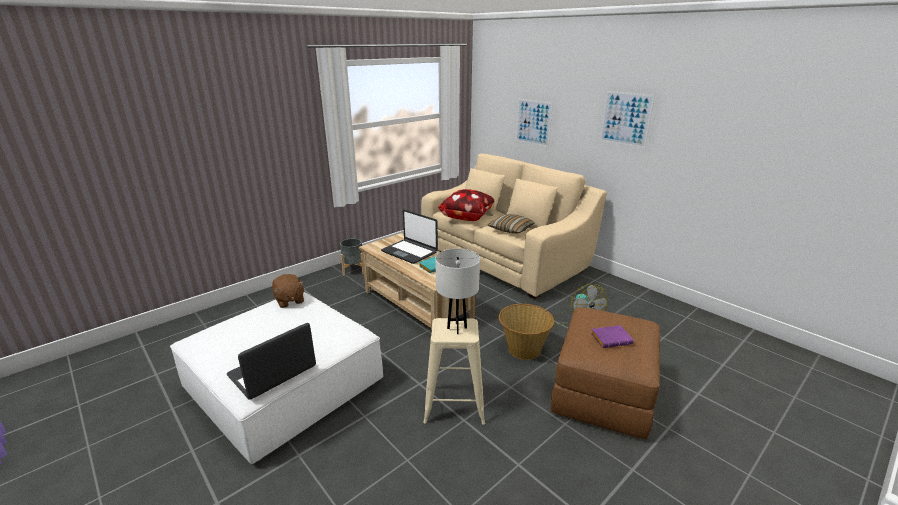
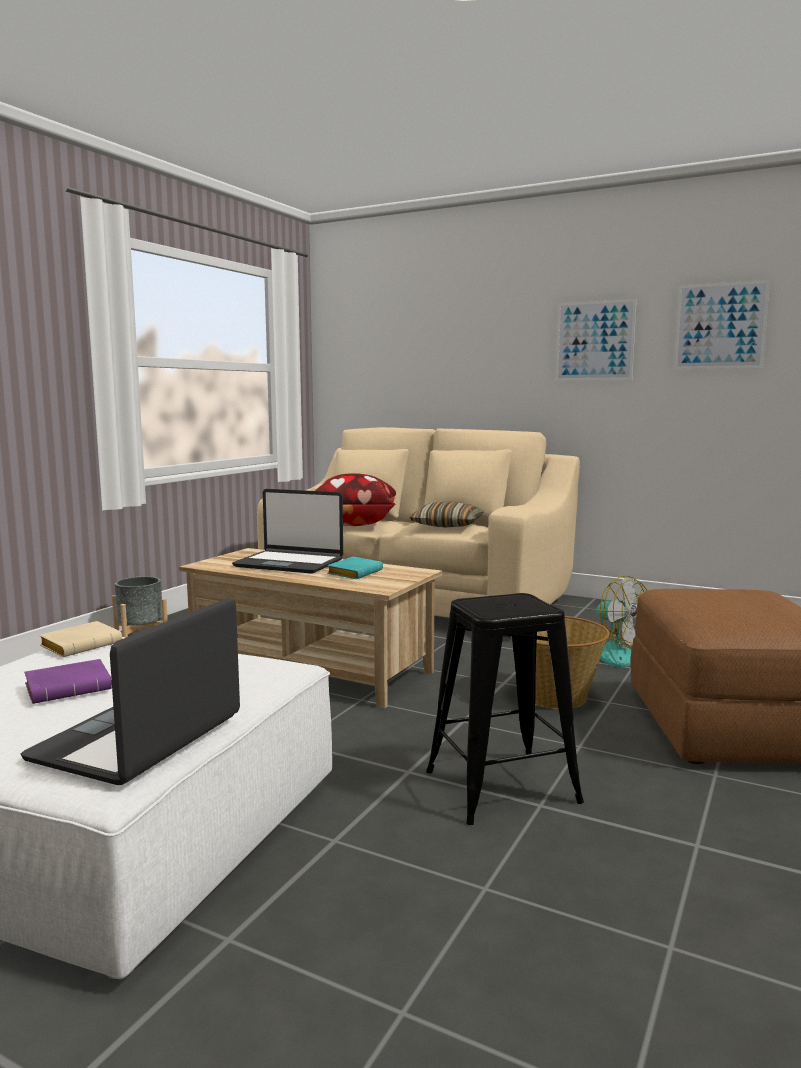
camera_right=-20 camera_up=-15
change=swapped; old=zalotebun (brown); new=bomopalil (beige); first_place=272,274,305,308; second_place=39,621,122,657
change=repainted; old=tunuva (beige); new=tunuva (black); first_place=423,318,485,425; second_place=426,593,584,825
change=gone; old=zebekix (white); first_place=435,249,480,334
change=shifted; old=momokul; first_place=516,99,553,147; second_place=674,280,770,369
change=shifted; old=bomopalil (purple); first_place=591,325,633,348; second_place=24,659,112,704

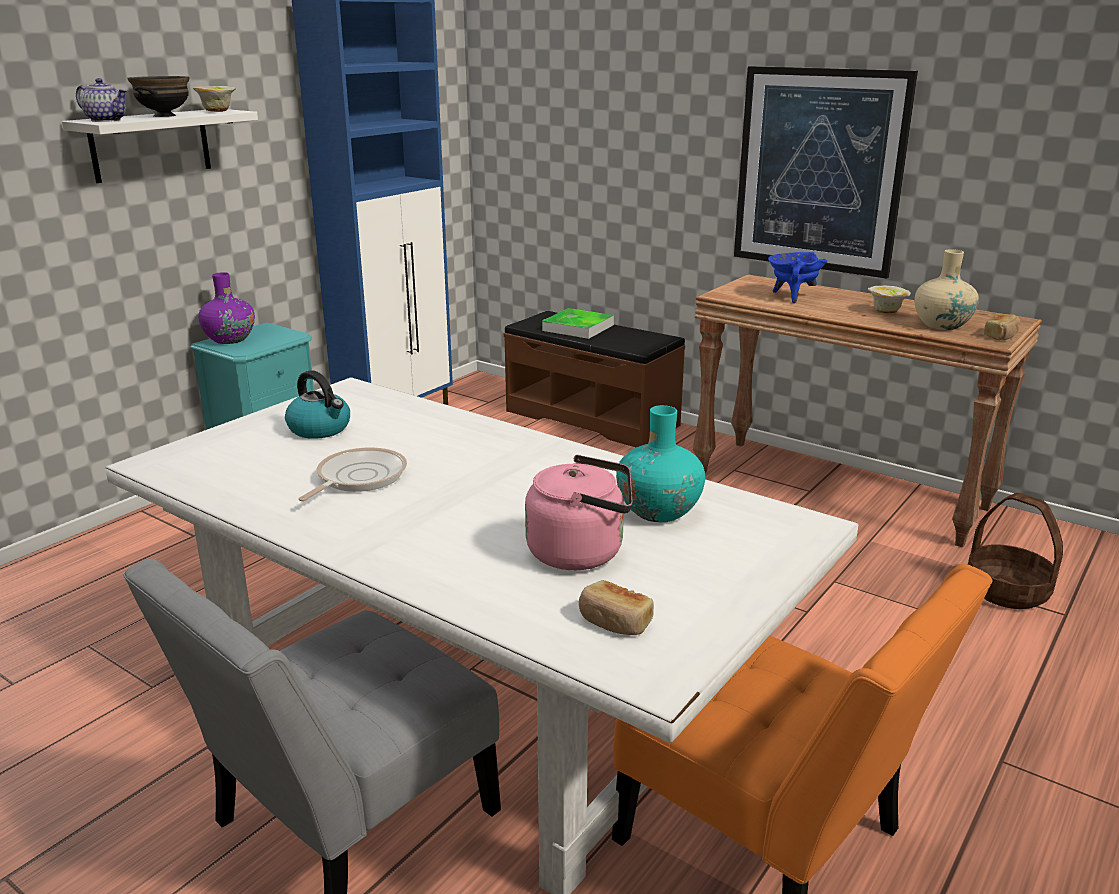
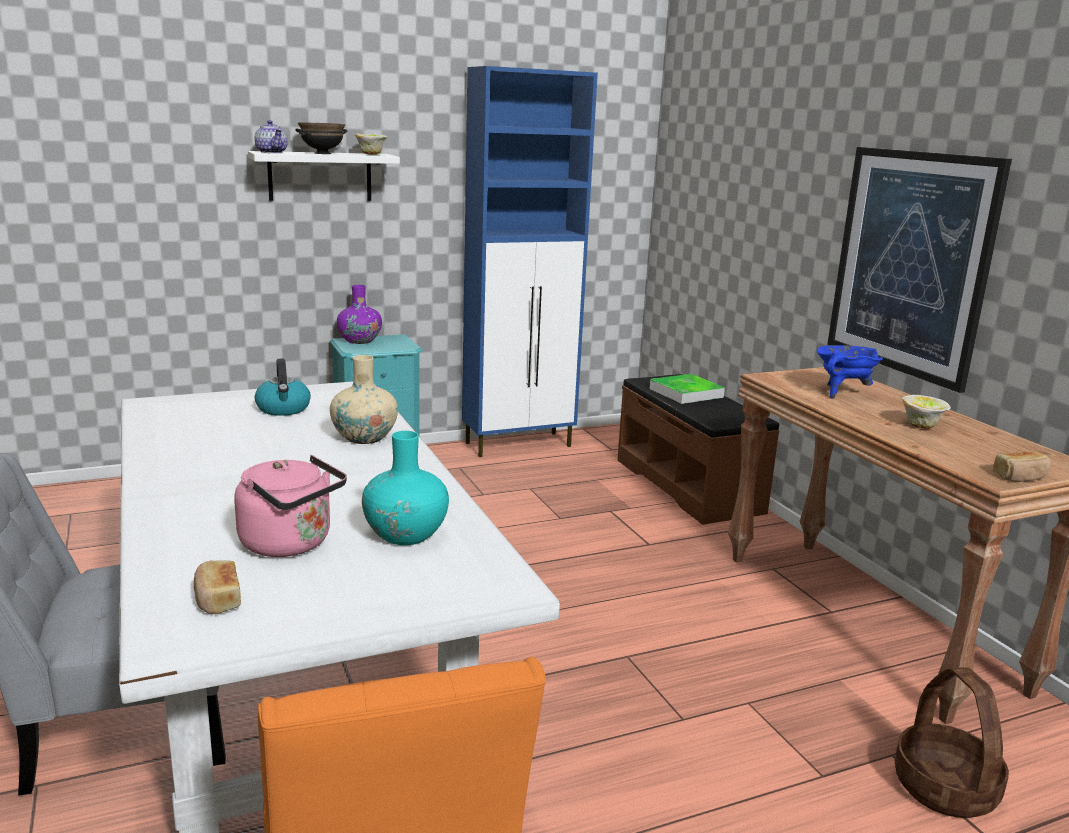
camera_right=30 camera_up=-5
change=gone; old=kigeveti; first_place=298,447,407,501
change=shifted; old=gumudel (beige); first_place=914,249,979,330; second_place=330,355,398,444

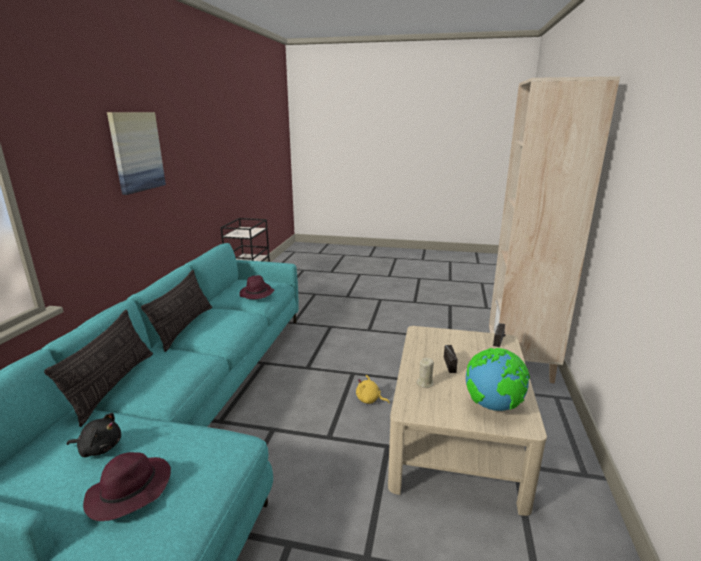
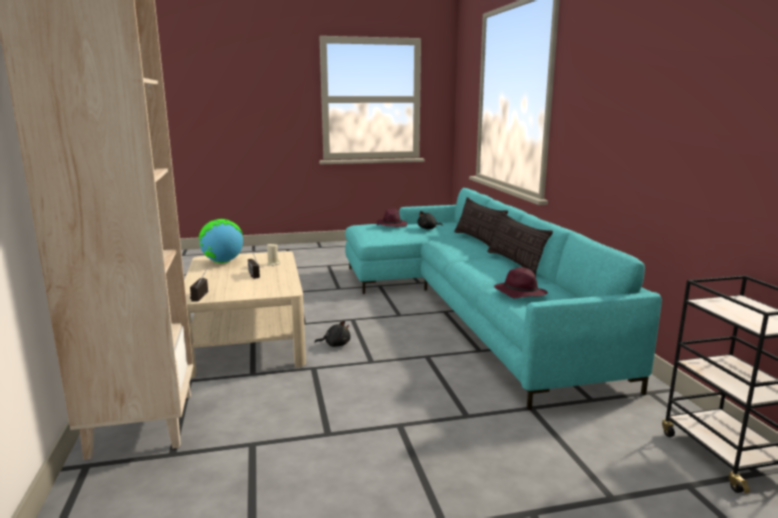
camera_right=155 camera_up=-5
change=gone; old=momokul; first_place=107,112,166,195
change=repainted; old=zalotebun (yellow); new=zalotebun (black); first_place=356,375,390,404; second_place=314,321,351,347

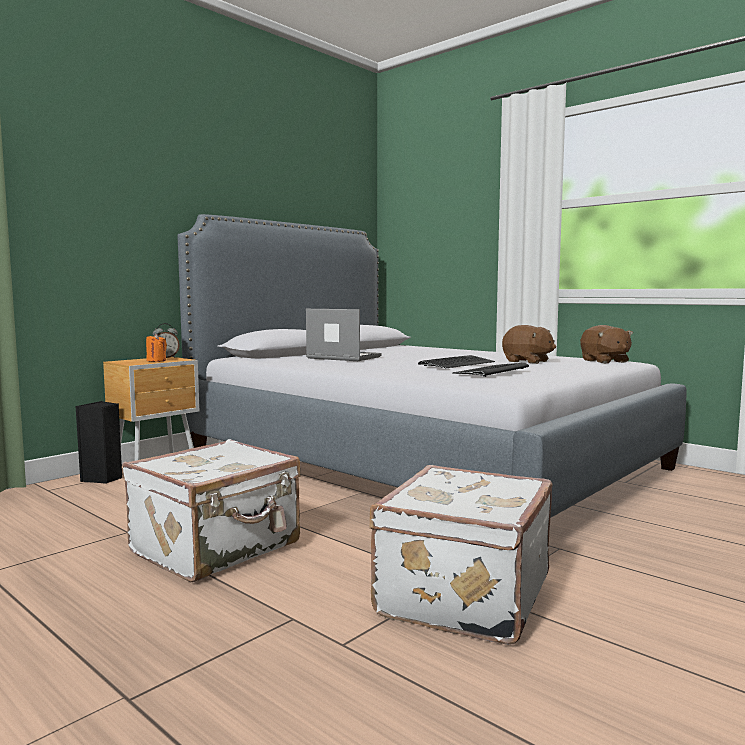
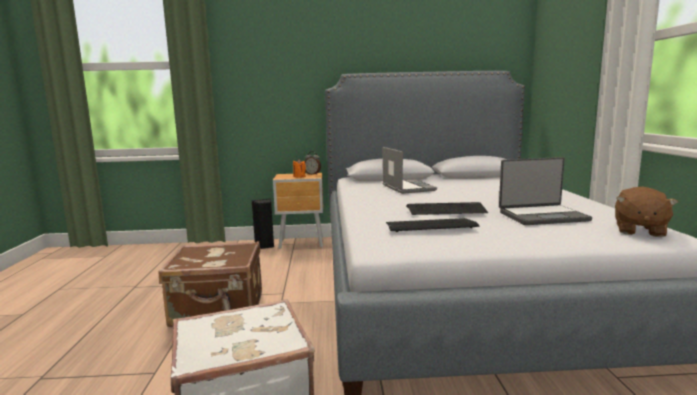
camera_right=45 camera_up=5
change=repainted; old=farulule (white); new=farulule (brown); first_place=122,439,300,582; second_place=159,241,262,327
change=swapped; old=zalotebun (brown); new=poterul; first_place=502,325,556,364; second_place=499,157,592,225

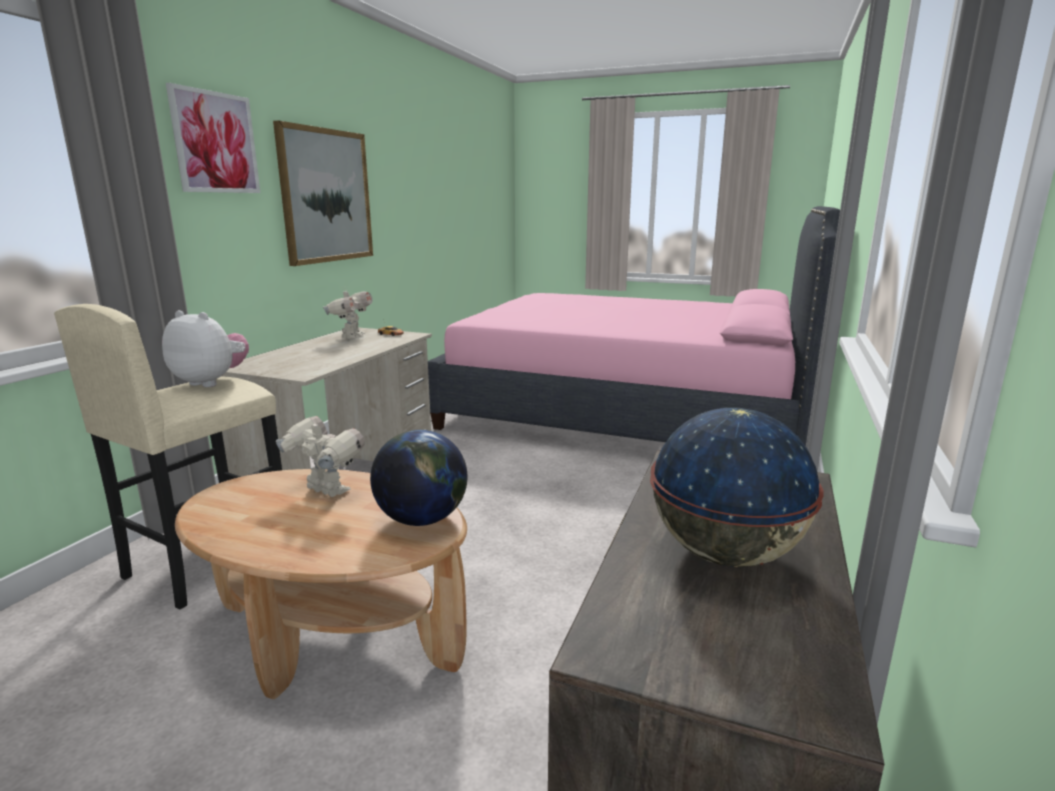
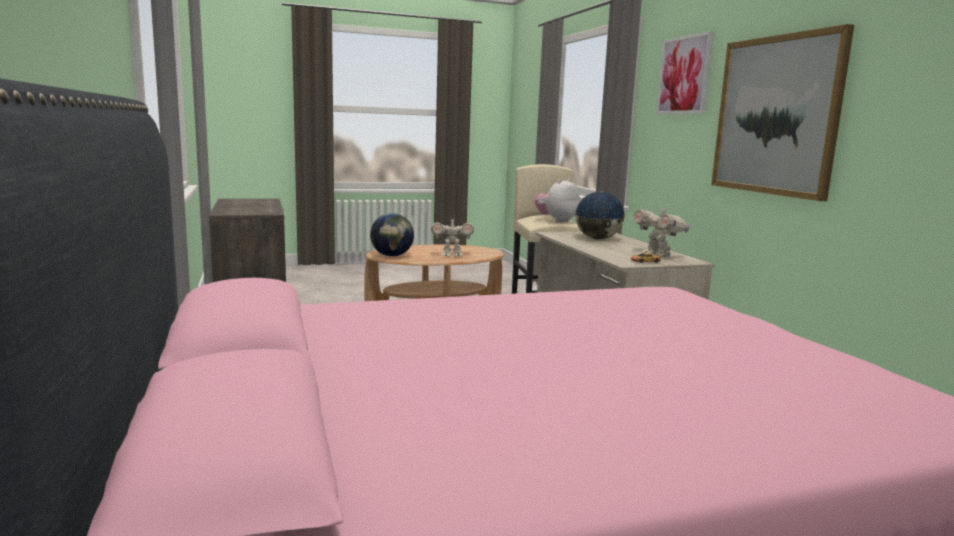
camera_right=140 camera_up=-5
change=rotated; old=zalotebun; first_place=162,310,249,387; second_place=535,179,580,223; degrees=150
change=shifted; old=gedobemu; first_place=650,408,823,567; second_place=575,191,625,240

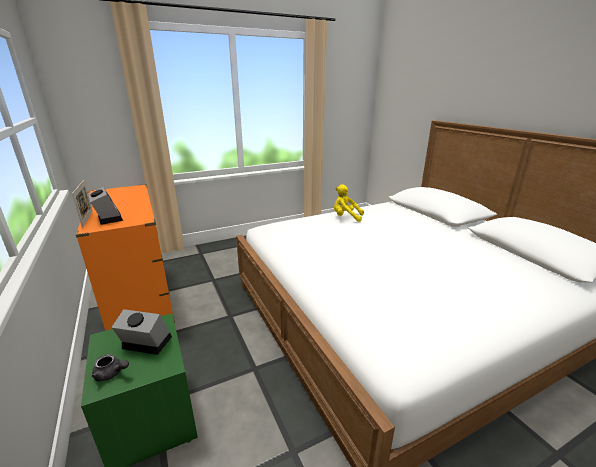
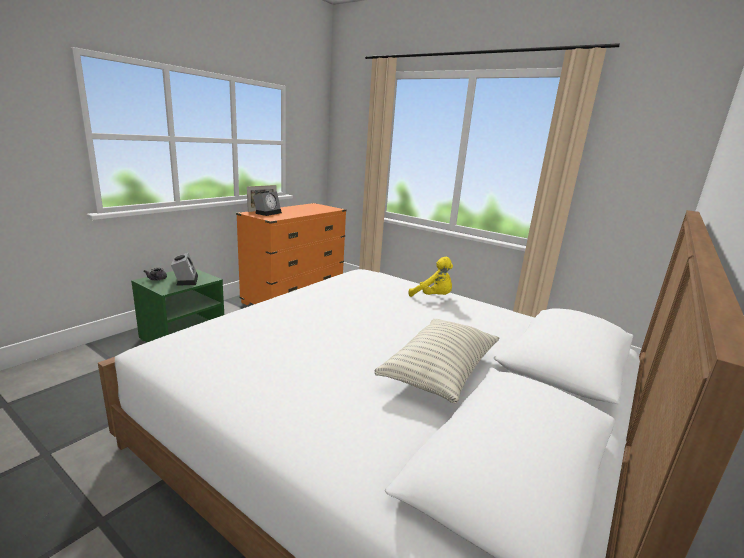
camera_right=60 camera_up=-5
change=rotated; old=zalotebun (yellow); first_place=334,184,364,222; second_place=409,257,453,297; degrees=135
change=new; new=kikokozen; second_place=375,319,499,403

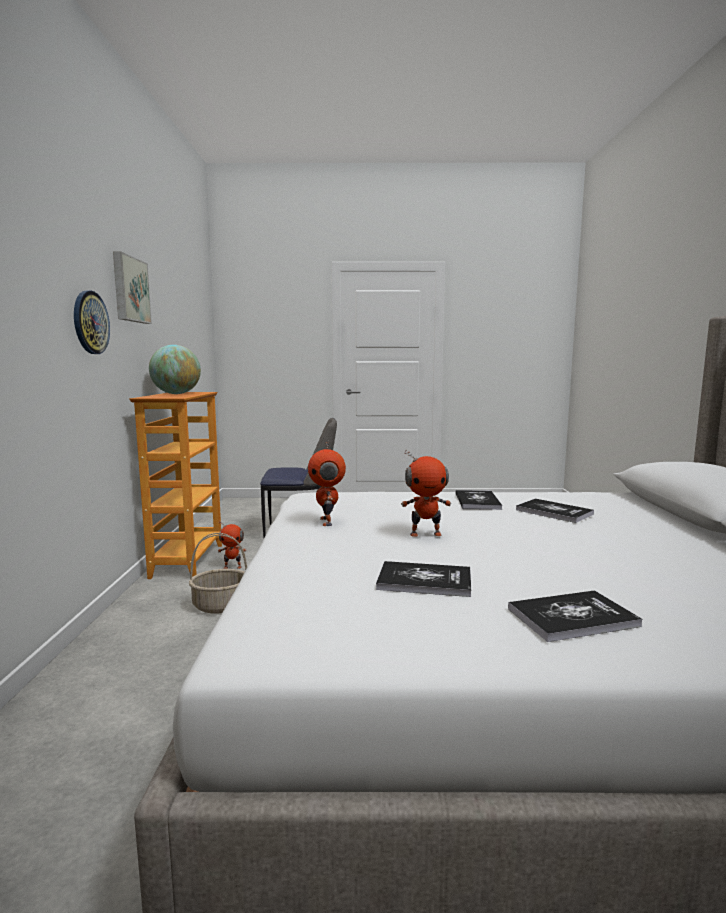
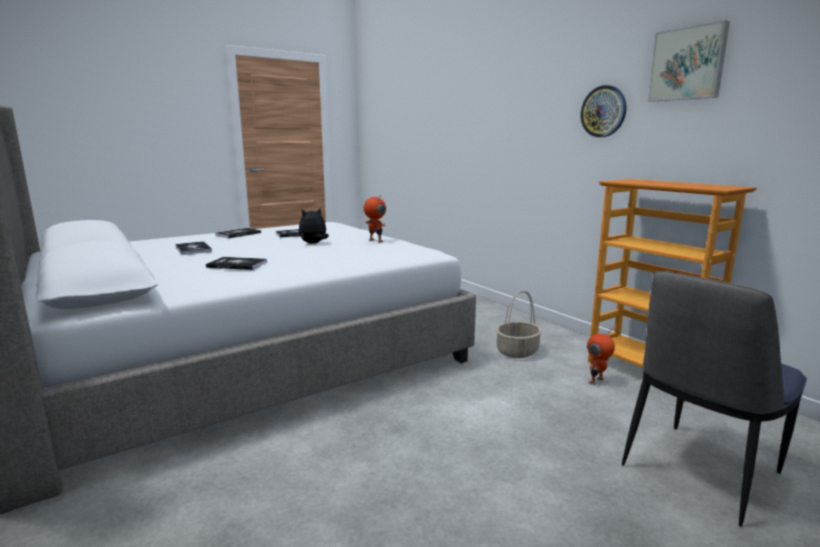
camera_right=145 camera_up=5
change=gone; old=gedobemu; first_place=149,345,201,394
change=swapped; old=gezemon; new=zalotebun; first_place=401,451,451,537; second_place=299,208,329,244
change=shifted; old=bomopalil; first_place=455,490,502,510; second_place=175,241,212,255

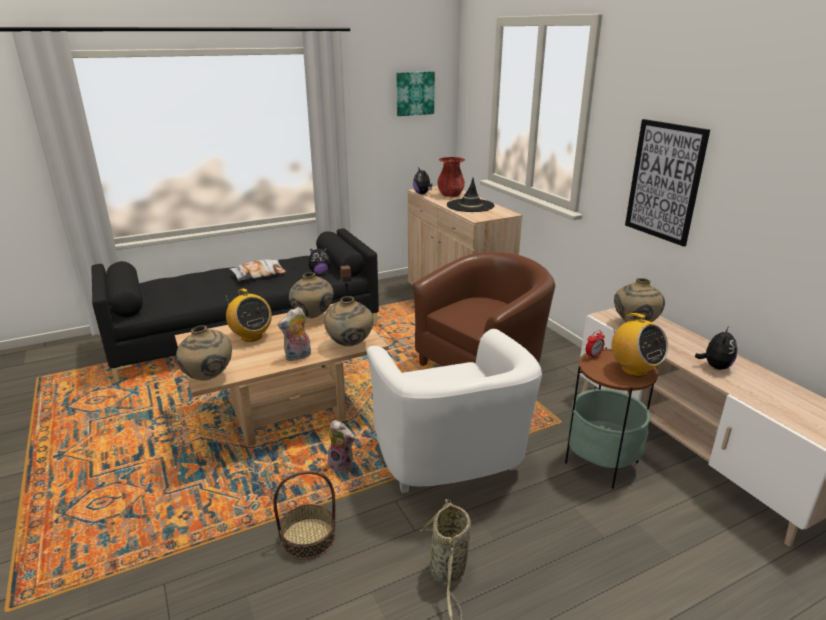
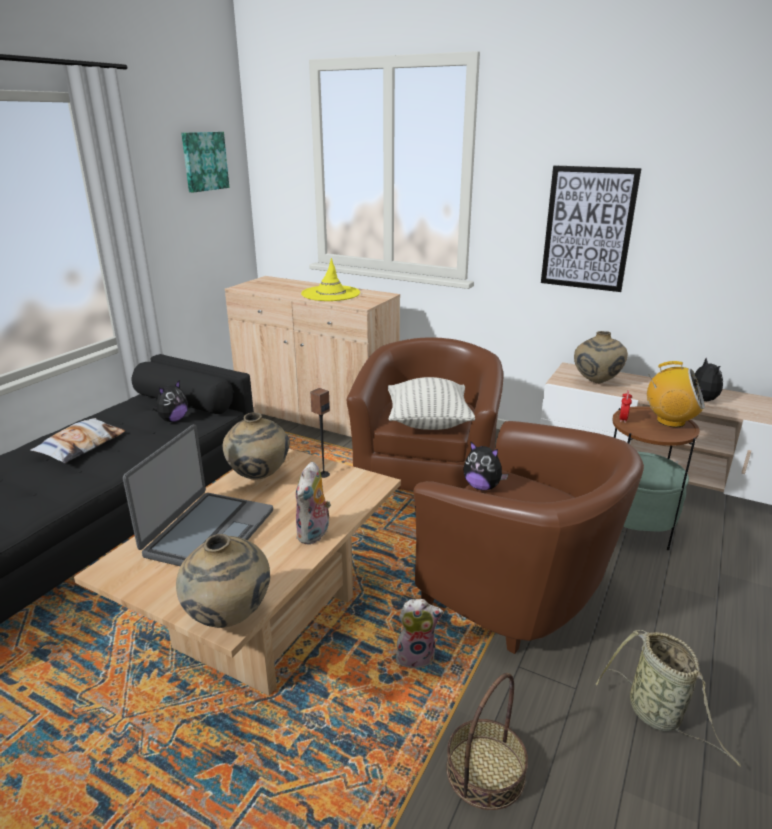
camera_right=-35 camera_up=0
change=swapped; old=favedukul; new=poterul; first_place=226,288,272,342; second_place=123,424,273,566
change=gone; old=gumudel (beige); first_place=324,296,374,346
change=repainted; old=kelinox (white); new=kelinox (brown); first_place=367,329,542,493; second_place=413,421,644,654
change=shifted; old=zalotebun; first_place=413,167,432,194; second_place=463,442,508,491
change=gone; old=gumudel (red); first_place=437,157,465,197
change=repainted; old=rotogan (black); new=rotogan (yellow); first_place=447,178,494,212; second_place=301,258,360,301
change=new; new=kikokozen; second_place=388,377,475,430

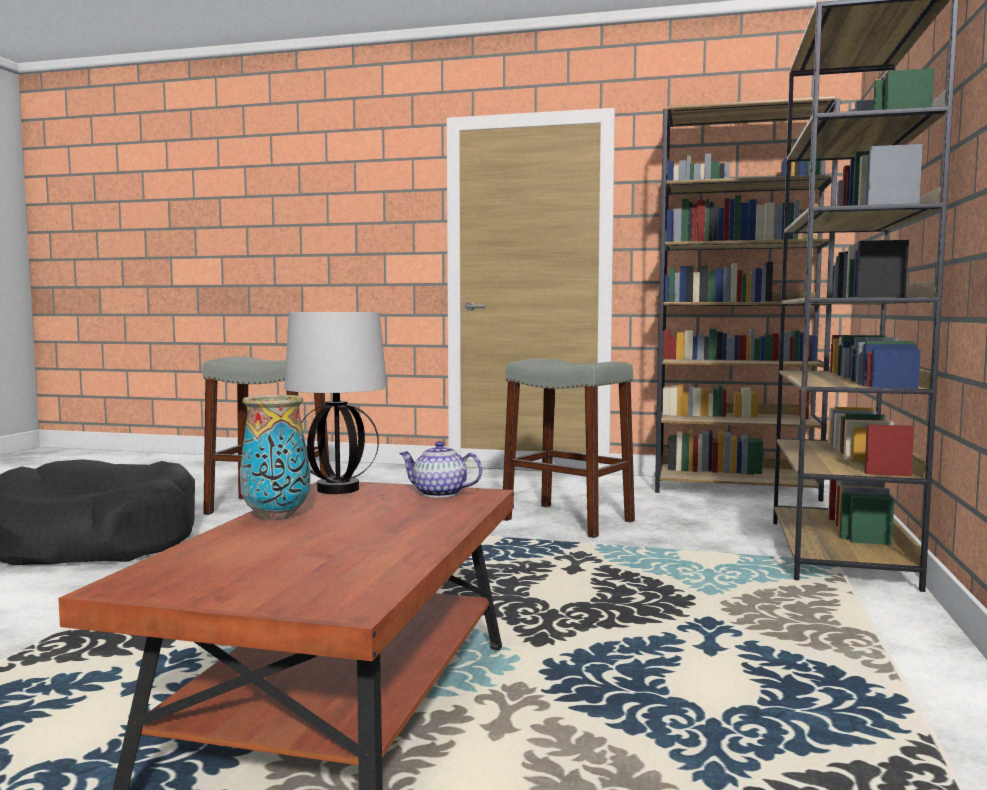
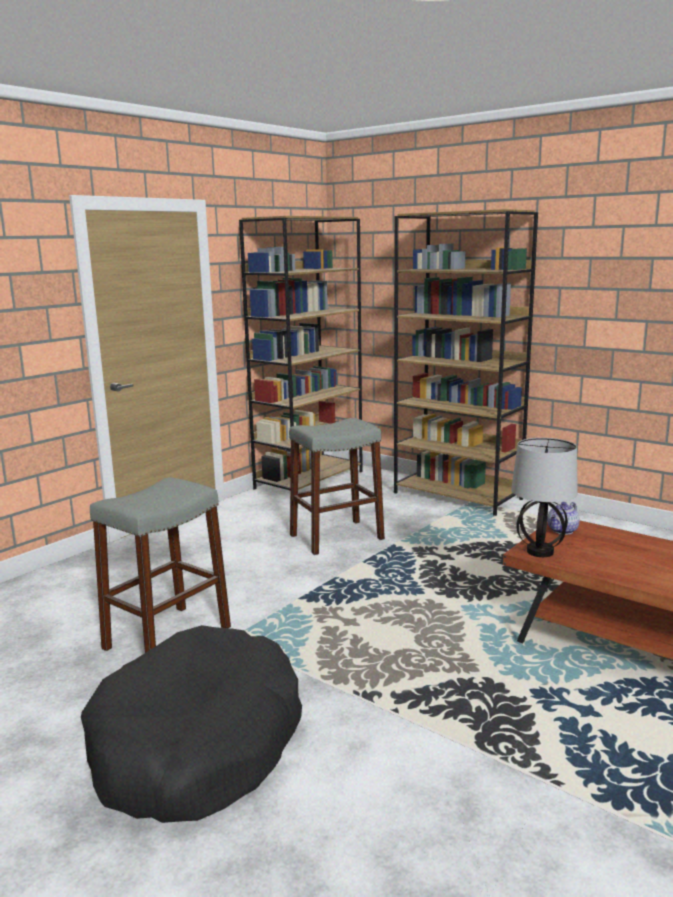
camera_right=-65 camera_up=10
change=gone; old=gumudel; first_place=240,395,310,520

